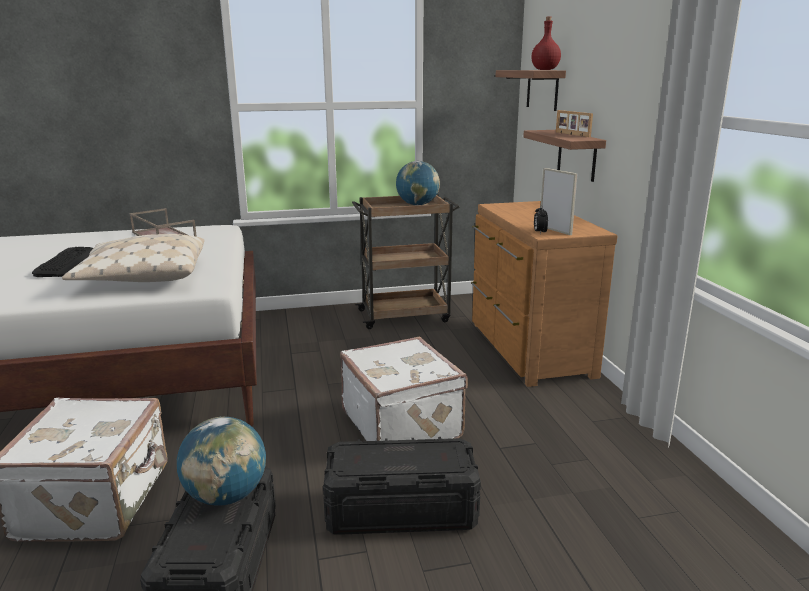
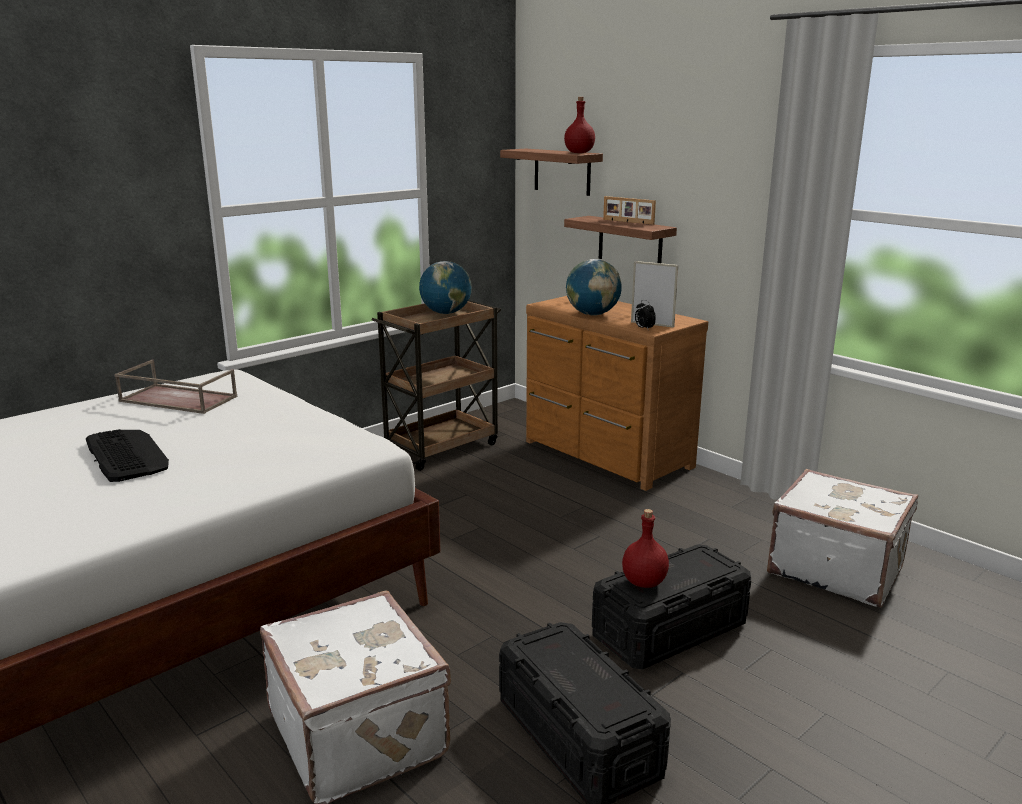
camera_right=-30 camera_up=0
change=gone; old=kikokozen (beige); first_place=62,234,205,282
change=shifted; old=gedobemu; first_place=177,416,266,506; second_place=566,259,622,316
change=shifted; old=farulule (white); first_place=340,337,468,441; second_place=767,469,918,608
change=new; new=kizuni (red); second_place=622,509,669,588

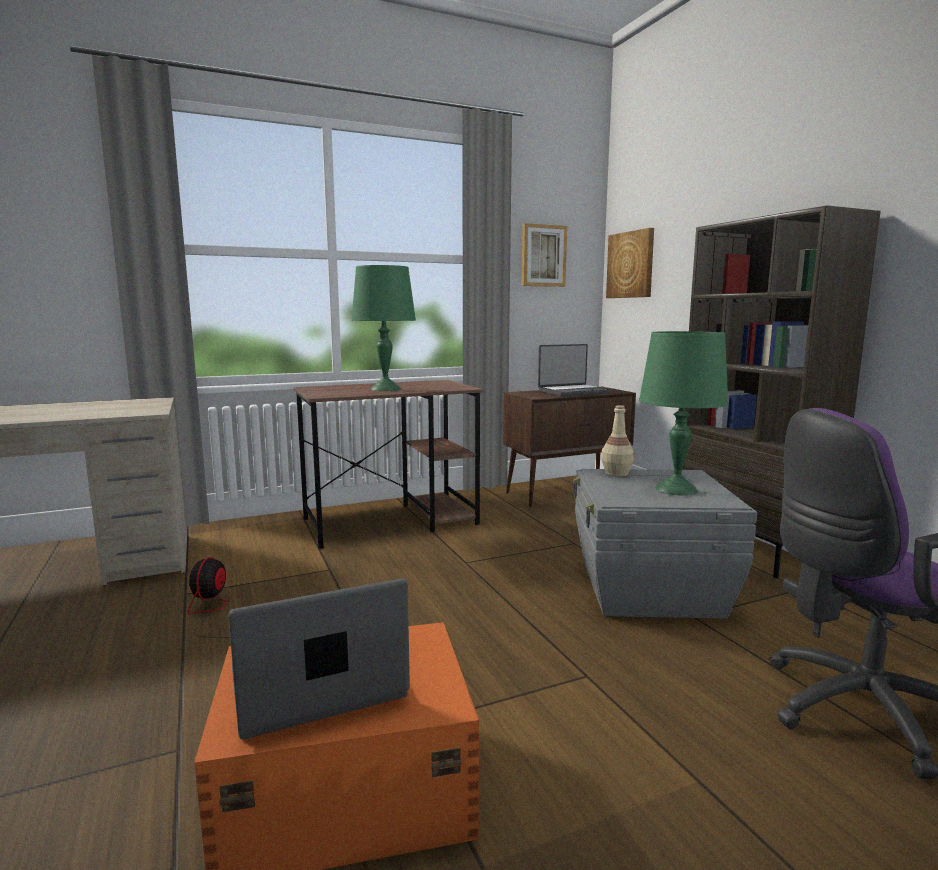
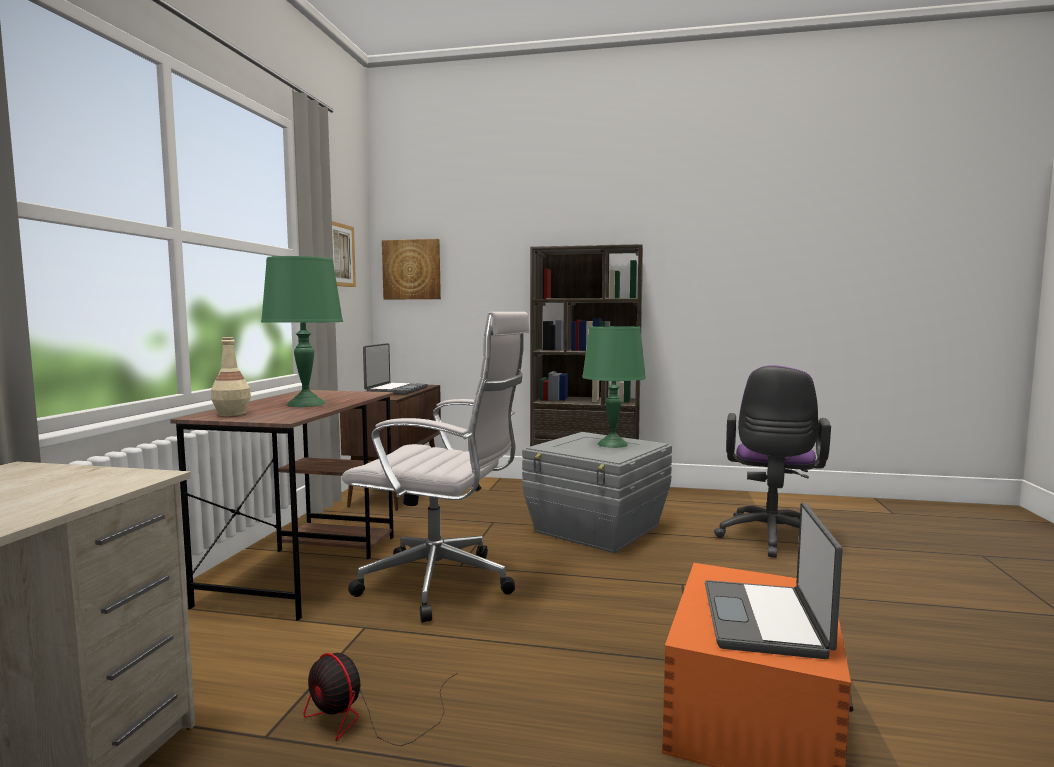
camera_right=-55 camera_up=-5
change=shifted; old=kizuni (beige); first_place=601,405,634,477; second_place=211,337,251,416
change=new; new=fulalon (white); second_place=342,312,530,623

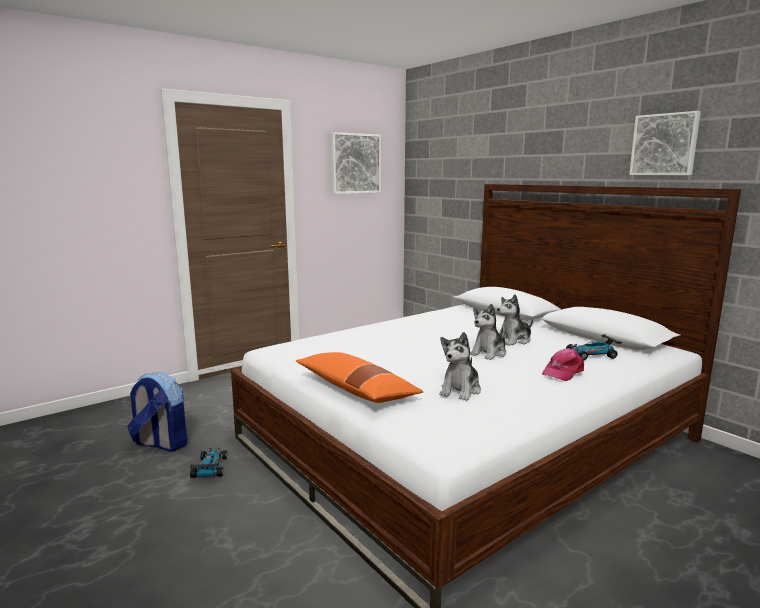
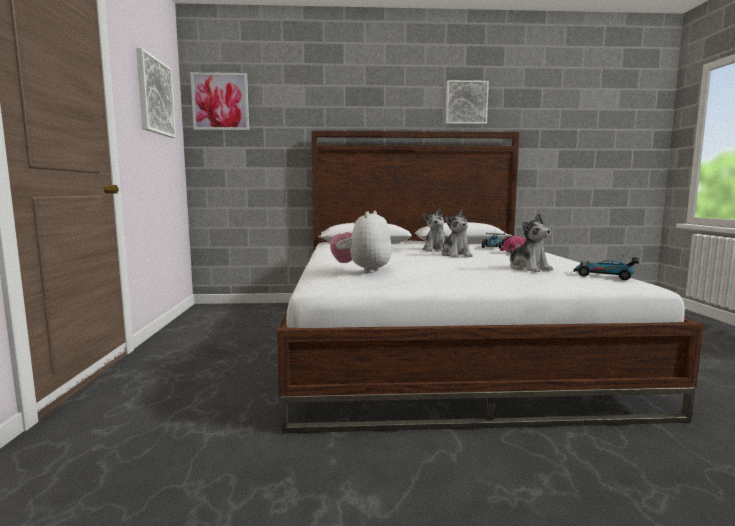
camera_right=-55 camera_up=-5
change=gone; old=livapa; first_place=127,372,188,452
change=shifted; old=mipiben; first_place=190,447,227,478; second_place=573,252,639,280
change=gone; old=kikokozen (orange); first_place=296,352,424,403
change=new; new=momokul; second_place=190,72,249,130
change=new; new=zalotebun; second_place=330,211,392,273

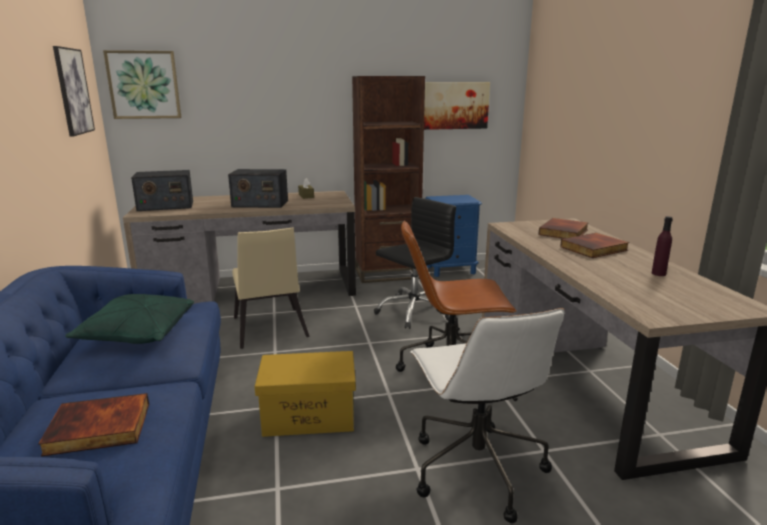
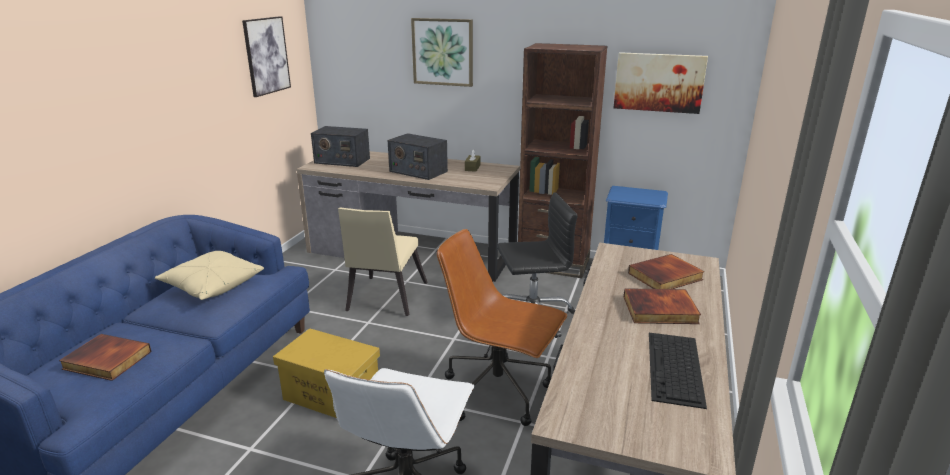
camera_right=30 camera_up=5
change=repainted; old=kikokozen (green); new=kikokozen (beige); first_place=65,294,194,344; second_place=155,251,264,300
change=shifted; old=momokul; first_place=103,50,181,119; second_place=411,18,473,87
change=swapped; old=kizuni (purple); new=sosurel; first_place=652,216,673,276; second_place=649,333,707,409

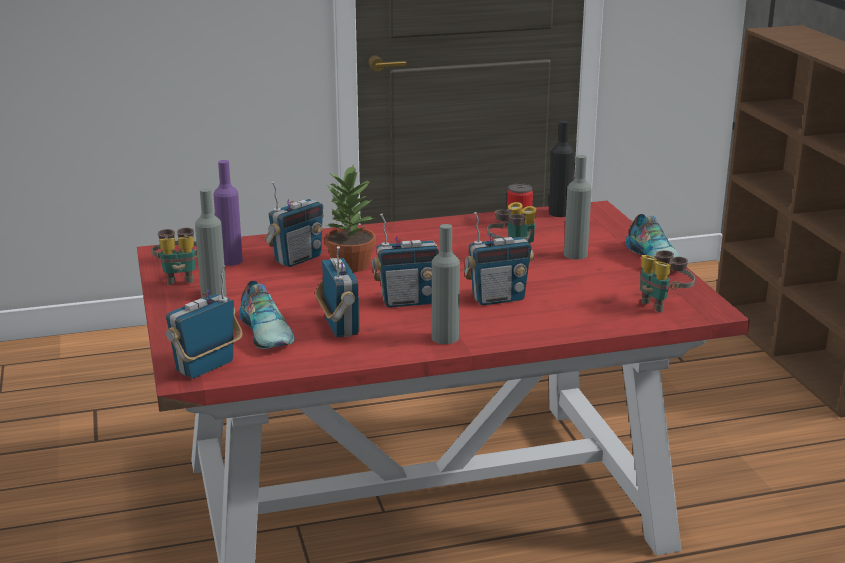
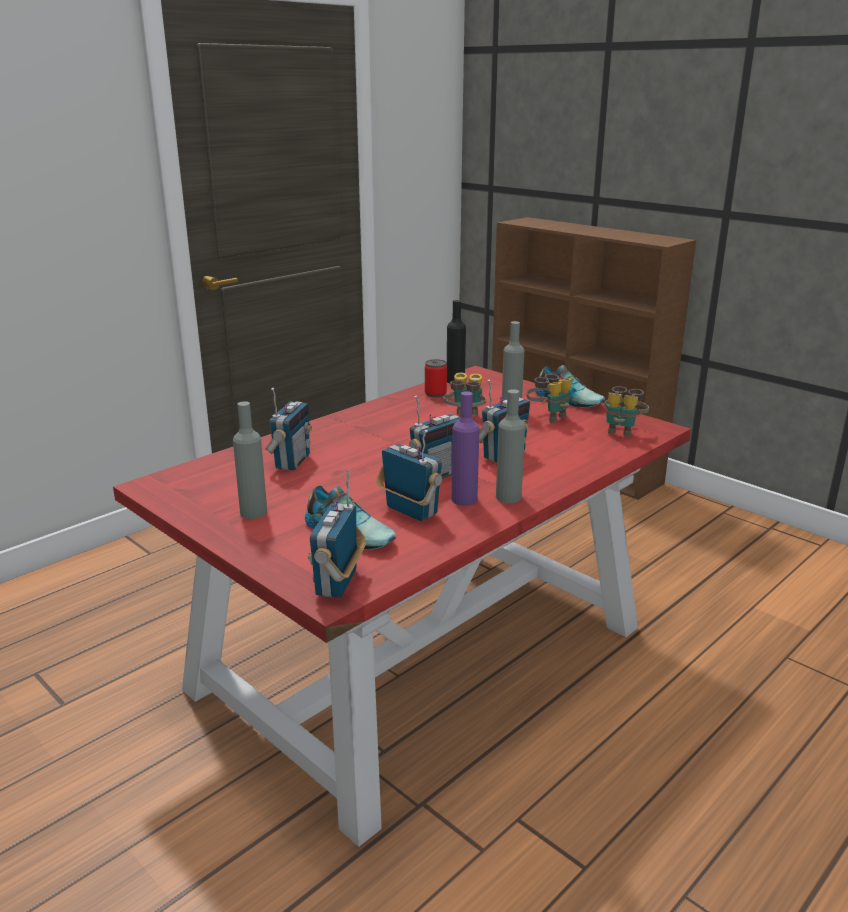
camera_right=-30 camera_up=0
change=shifted; old=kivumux; first_place=152,228,197,285; second_place=526,374,572,423
change=shifted; old=kizuni (purple); first_place=213,160,243,266; second_place=452,391,479,506
change=gone; old=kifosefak; first_place=325,164,376,272

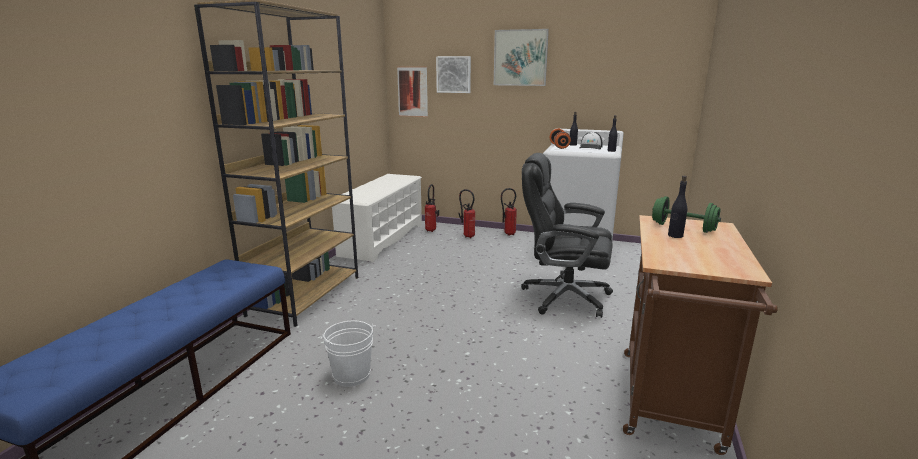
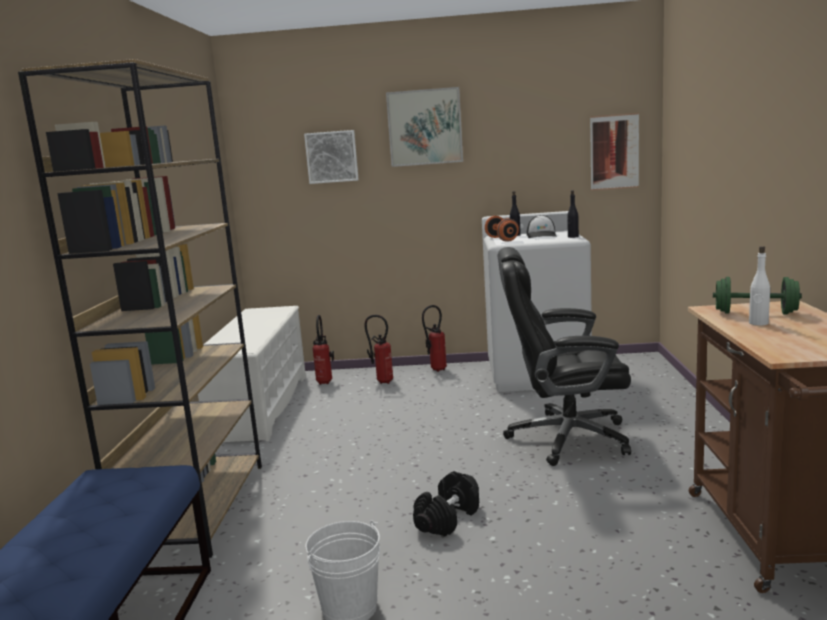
camera_right=-15 camera_up=-5
change=shifted; old=momokul; first_place=397,66,428,117; second_place=590,113,639,191
change=repainted; old=kizuni (black); new=kizuni (white); first_place=668,176,688,238; second_place=749,246,770,326
change=new; new=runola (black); second_place=413,471,479,537

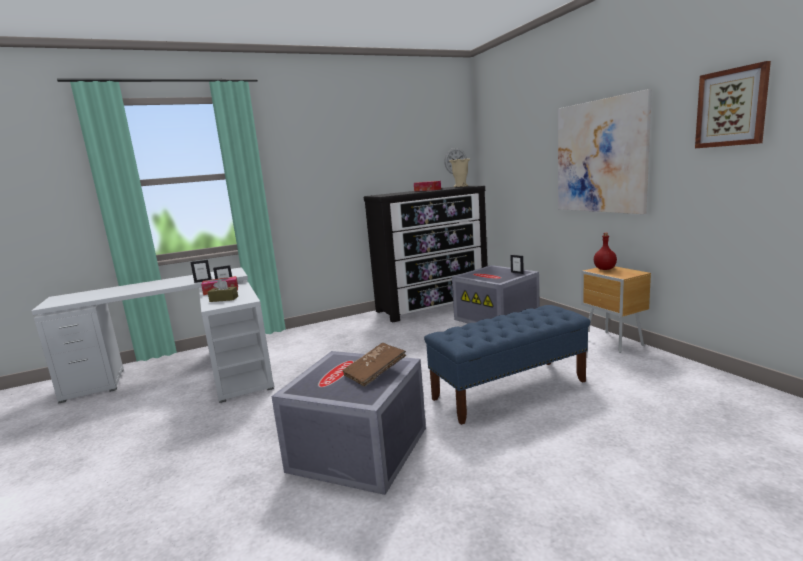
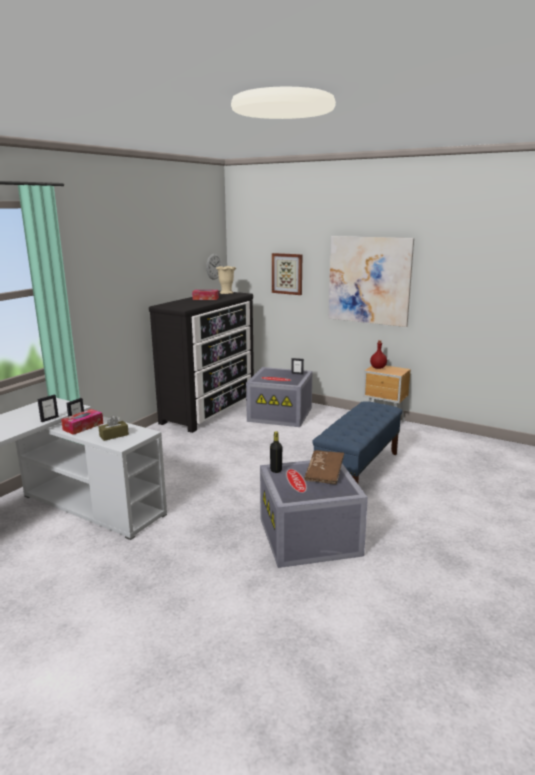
camera_right=-35 camera_up=5
change=shifted; old=momokul; first_place=695,61,771,148; second_place=272,253,302,295
change=new; new=kizuni (black); second_place=270,431,282,473

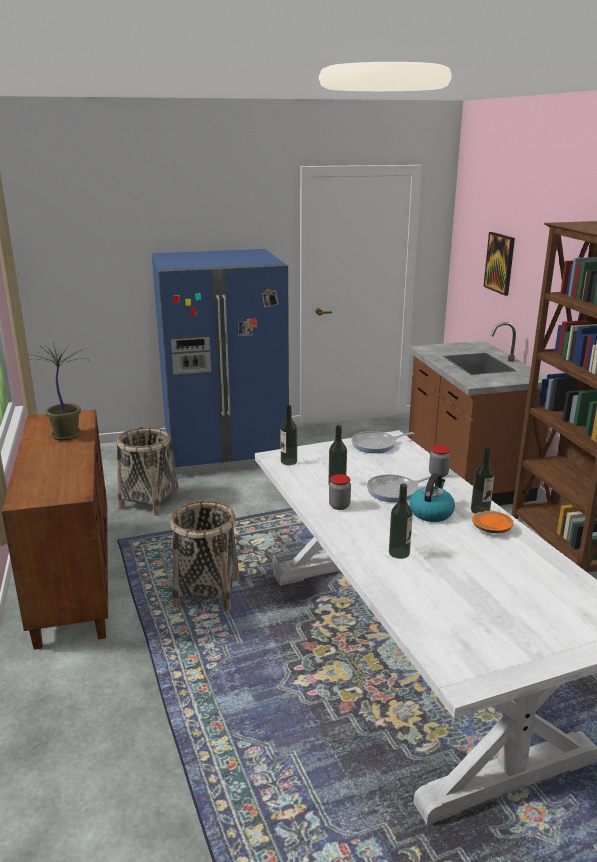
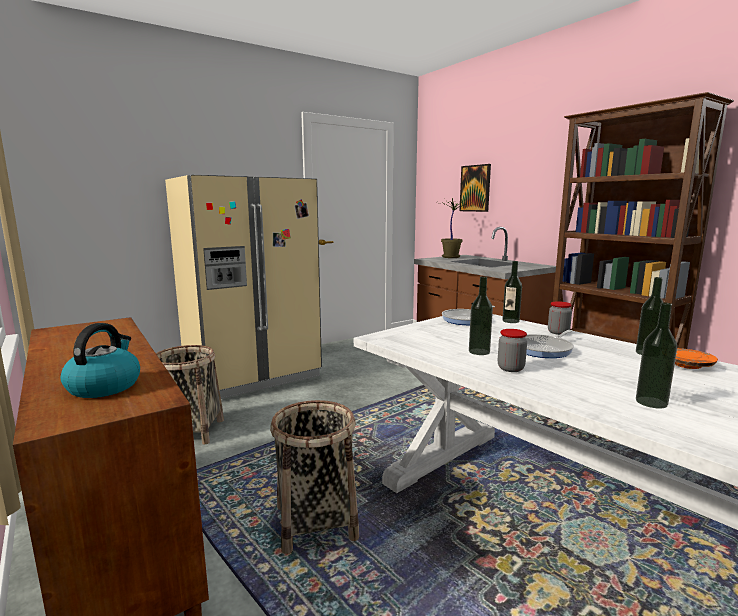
camera_right=-20 camera_up=-10
change=shifted; old=kifosefak; first_place=26,342,90,441; second_place=441,198,472,258
change=repainted; old=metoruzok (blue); new=metoruzok (beige); first_place=152,249,289,476; second_place=165,175,322,399
change=shifted; old=kizuni; first_place=280,405,297,465; second_place=502,261,522,323
change=shifted; old=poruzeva; first_place=409,473,455,522; second_place=60,323,140,398

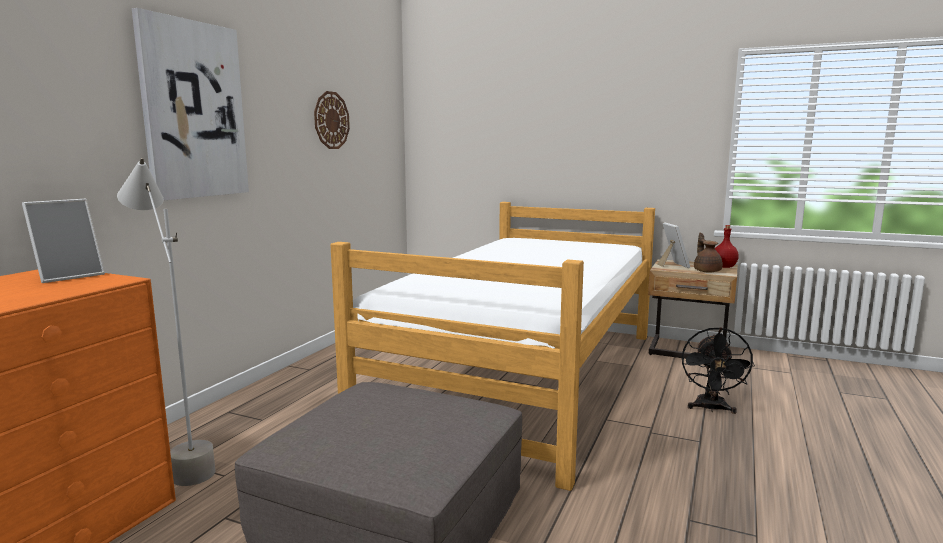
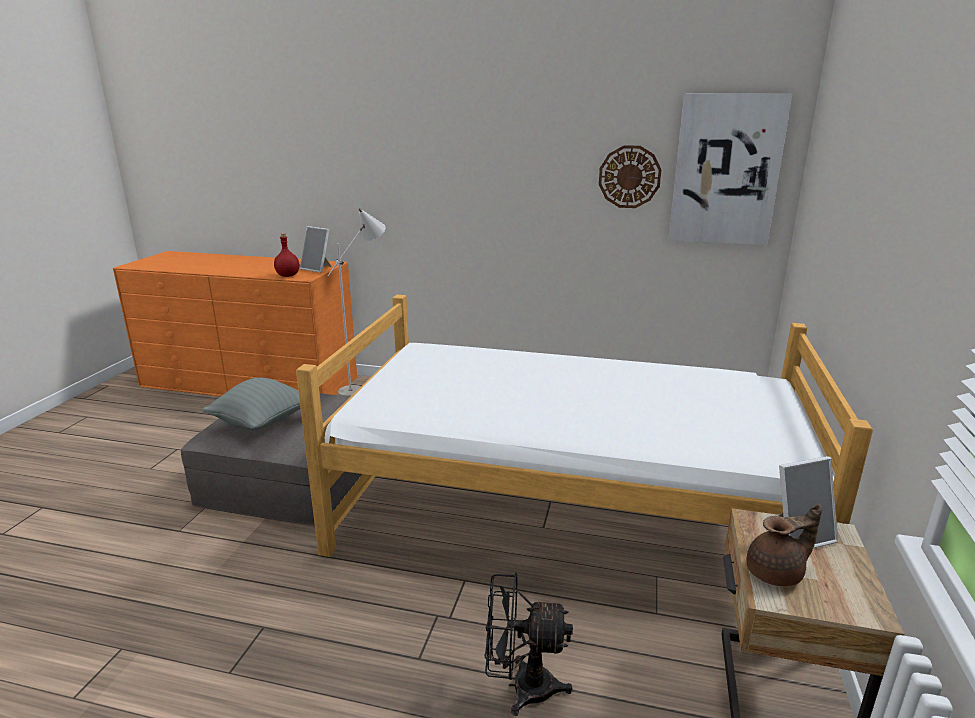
camera_right=80 camera_up=10
change=shifted; old=momokul; first_place=132,8,249,201; second_place=668,93,792,245
change=shifted; old=kizuni (red); first_place=715,225,739,268; second_place=274,233,299,277
change=new; new=kikokozen (grey); second_place=202,378,301,430

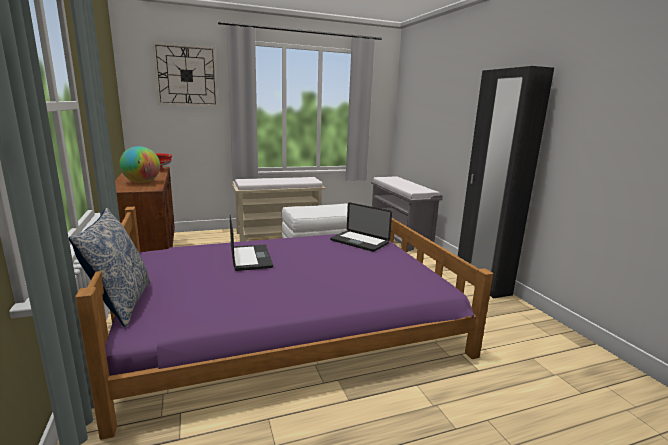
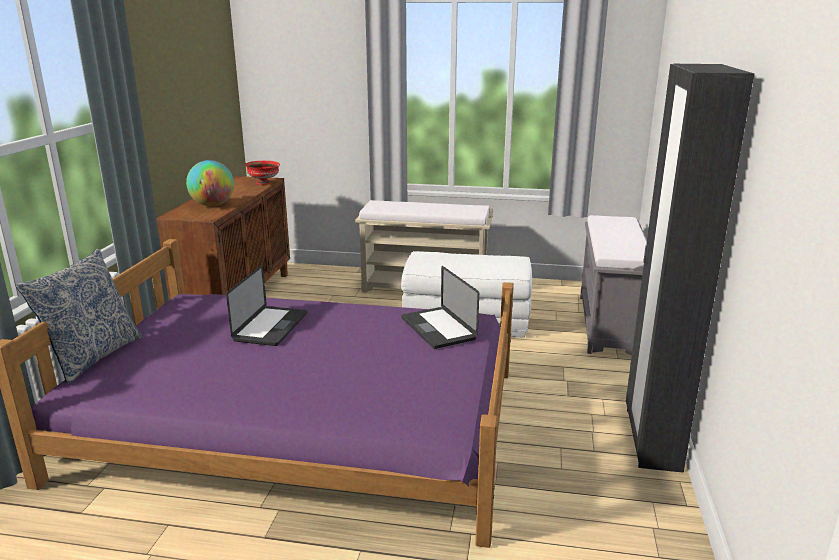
camera_right=30 camera_up=5
change=gone; old=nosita; first_place=153,42,218,106

